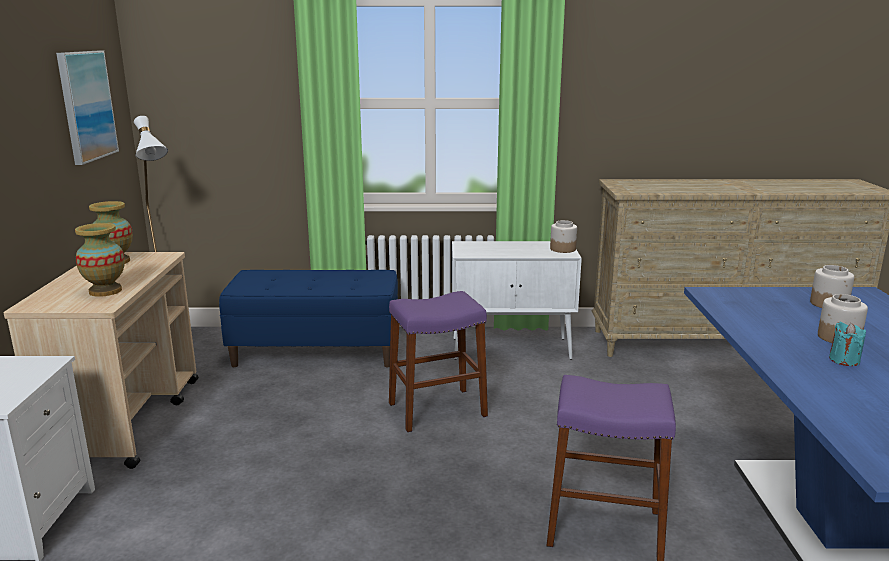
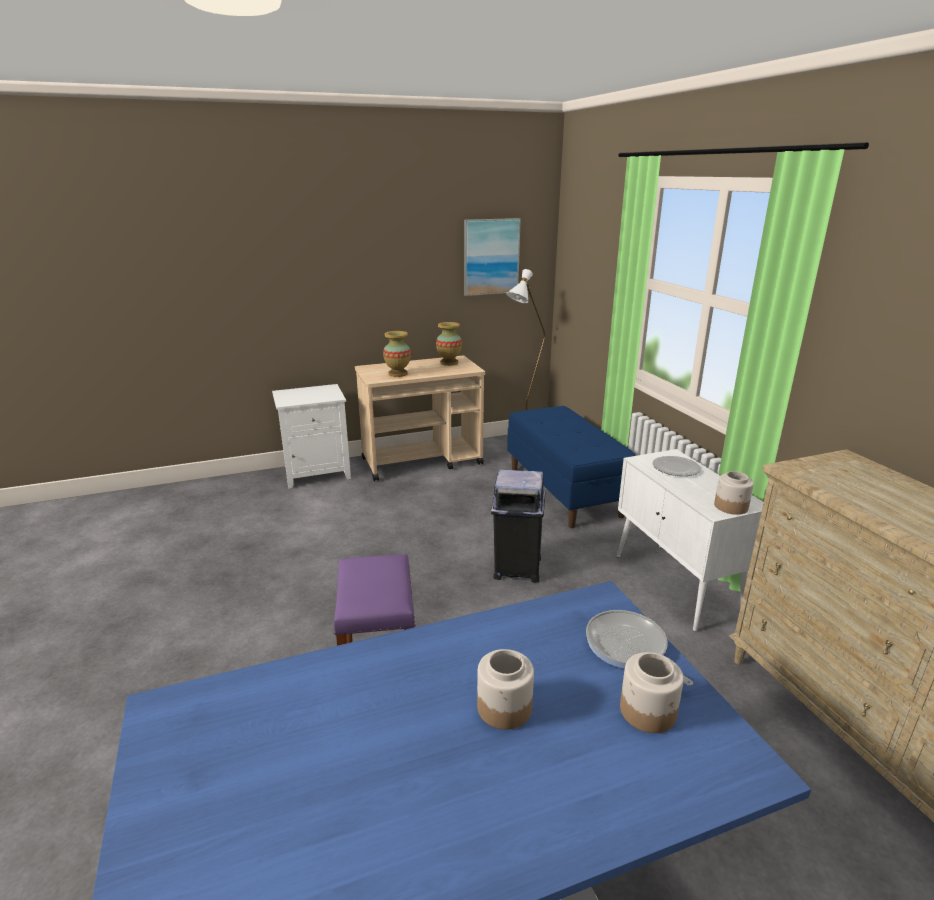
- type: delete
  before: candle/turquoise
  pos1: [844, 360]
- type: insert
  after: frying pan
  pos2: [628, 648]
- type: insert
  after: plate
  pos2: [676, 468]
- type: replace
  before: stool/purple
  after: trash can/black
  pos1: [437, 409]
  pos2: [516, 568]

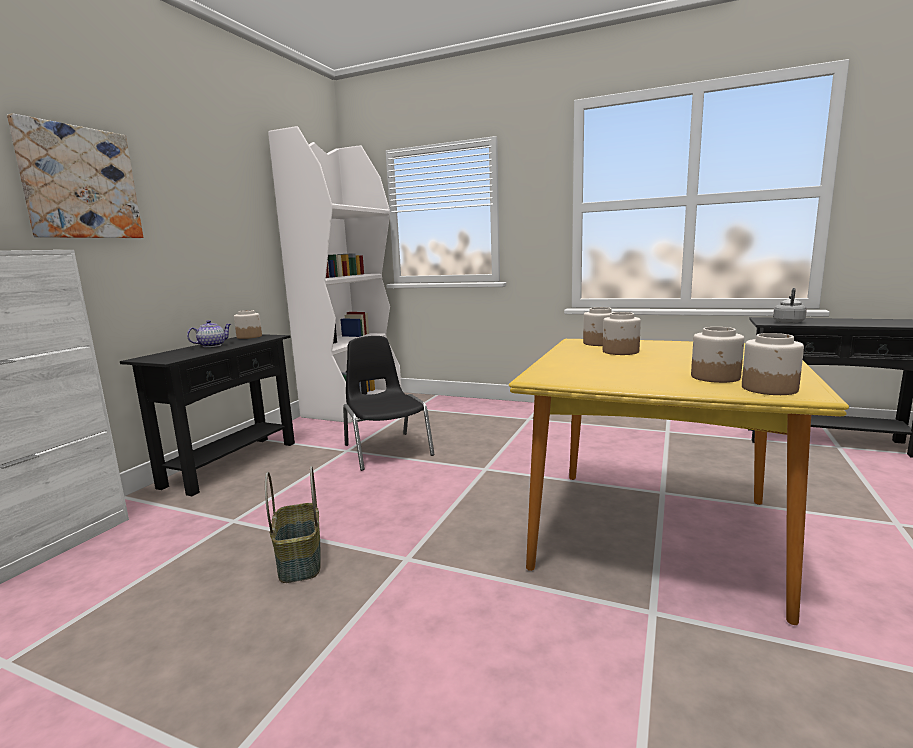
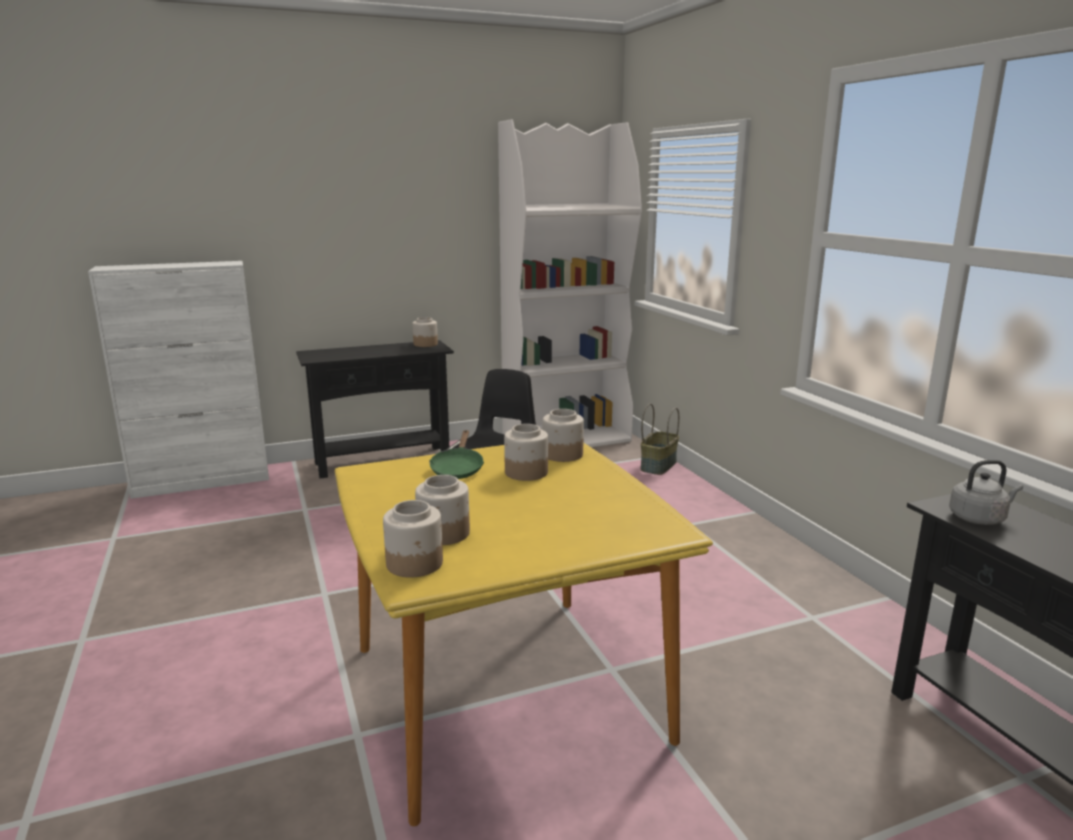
- type: delete
  before: picture
  pos1: [79, 183]
- type: delete
  before: teapot
  pos1: [211, 345]
- type: insert
  after: frying pan/green
  pos2: [457, 469]
- type: move
  before: basket
  pos1: [298, 560]
  pos2: [658, 465]

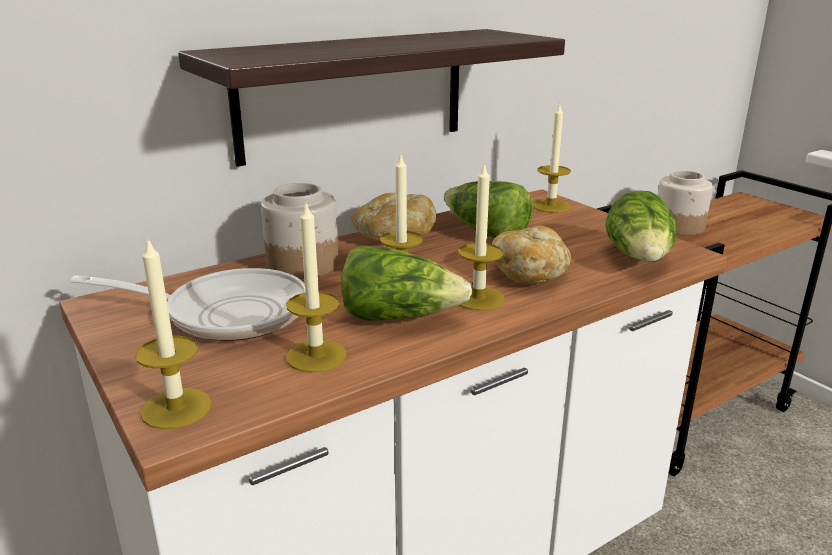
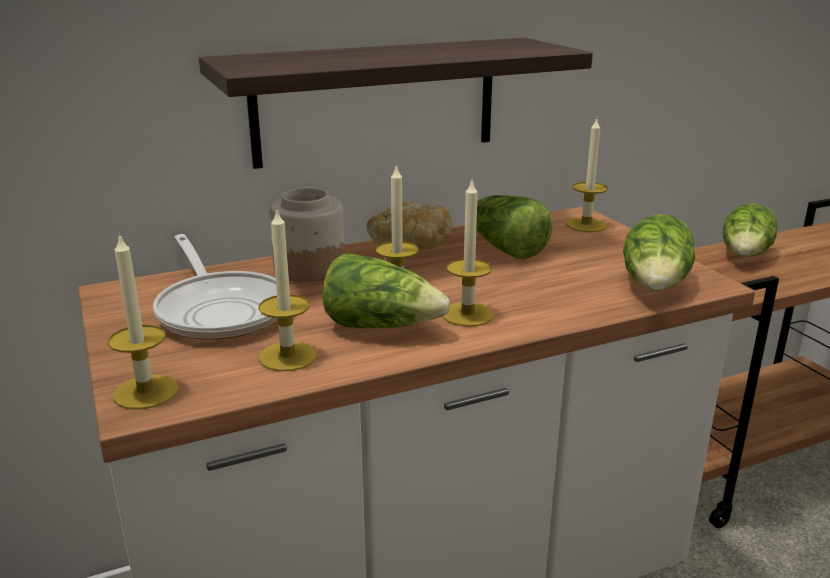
- type: delete
  before: bread
  pos1: [529, 274]
- type: replace
  before: jar
  after: lettuce
  pos1: [679, 227]
  pos2: [745, 256]
- type: rotate
  before: frying pan
  pos1: [226, 313]
  pos2: [221, 310]
  turn: 45

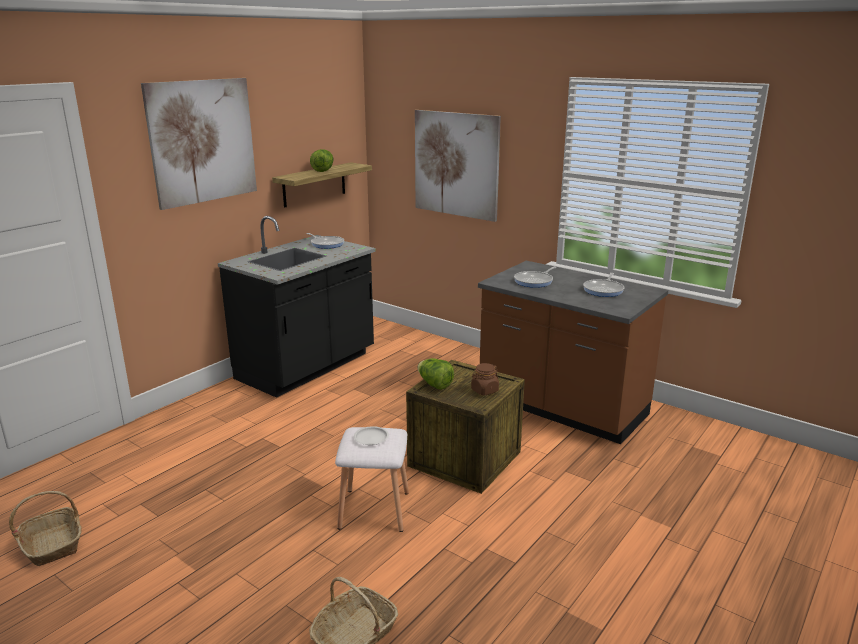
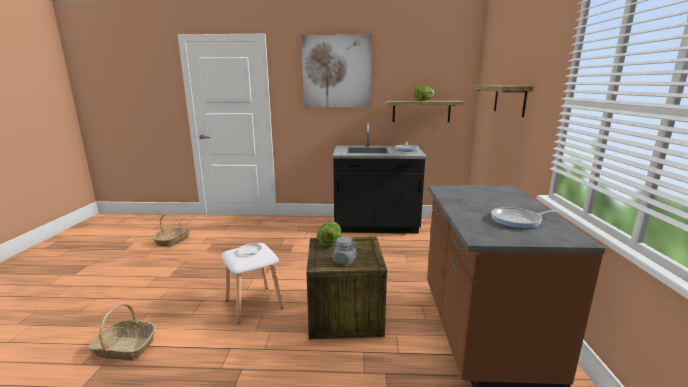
- type: delete
  before: frying pan
  pos1: [535, 281]
- type: replace
  before: picture
  after: shelf
  pos1: [456, 164]
  pos2: [509, 99]
- type: recolor
  before: jar/brown
  after: jar/grey
  pos1: [484, 390]
  pos2: [344, 260]

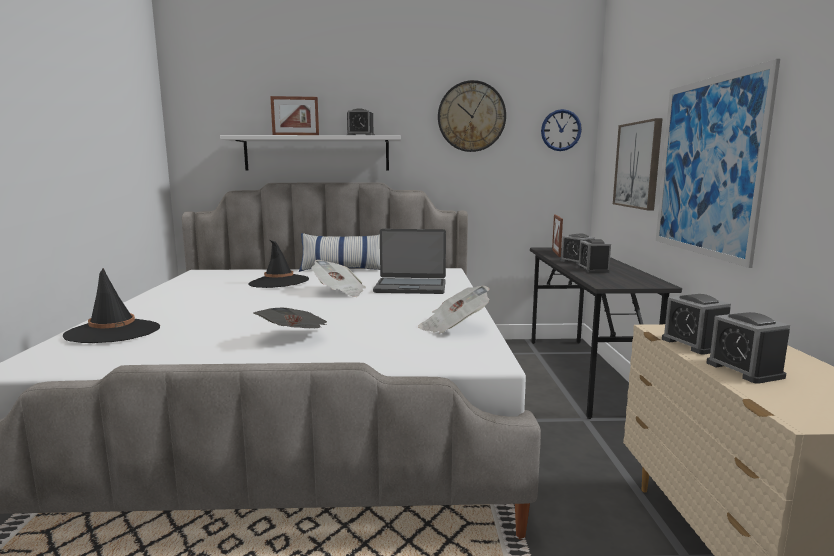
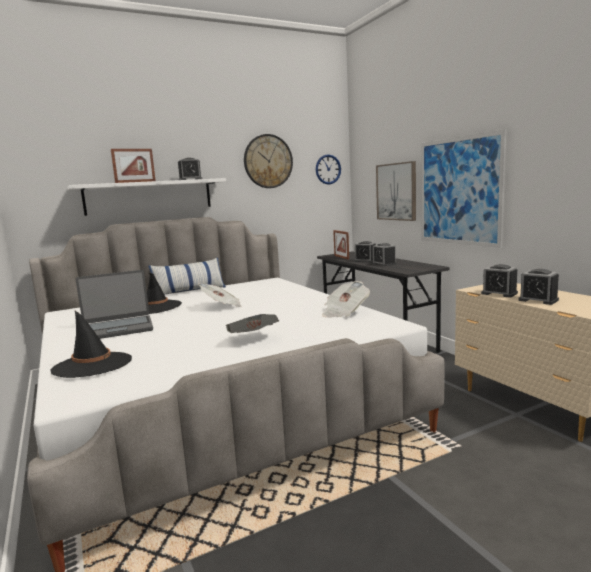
- type: move
  before: laptop
  pos1: [410, 287]
  pos2: [117, 329]

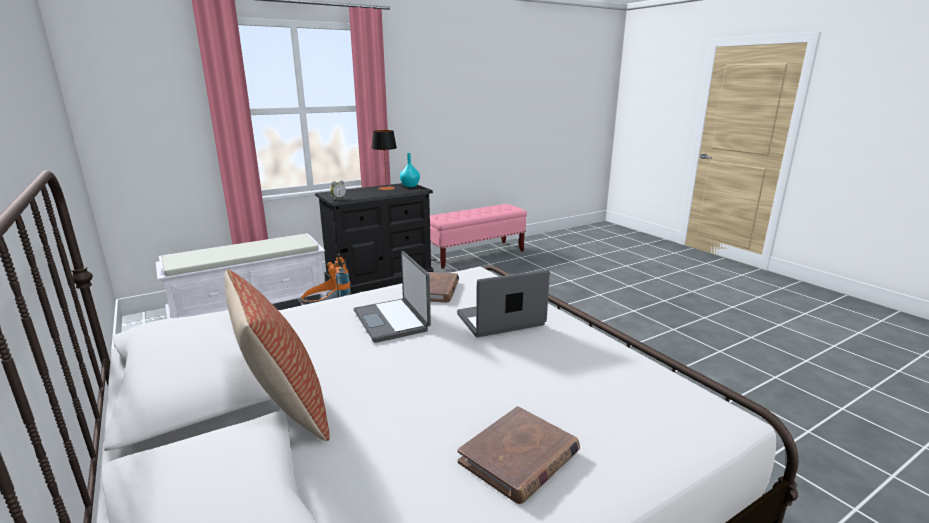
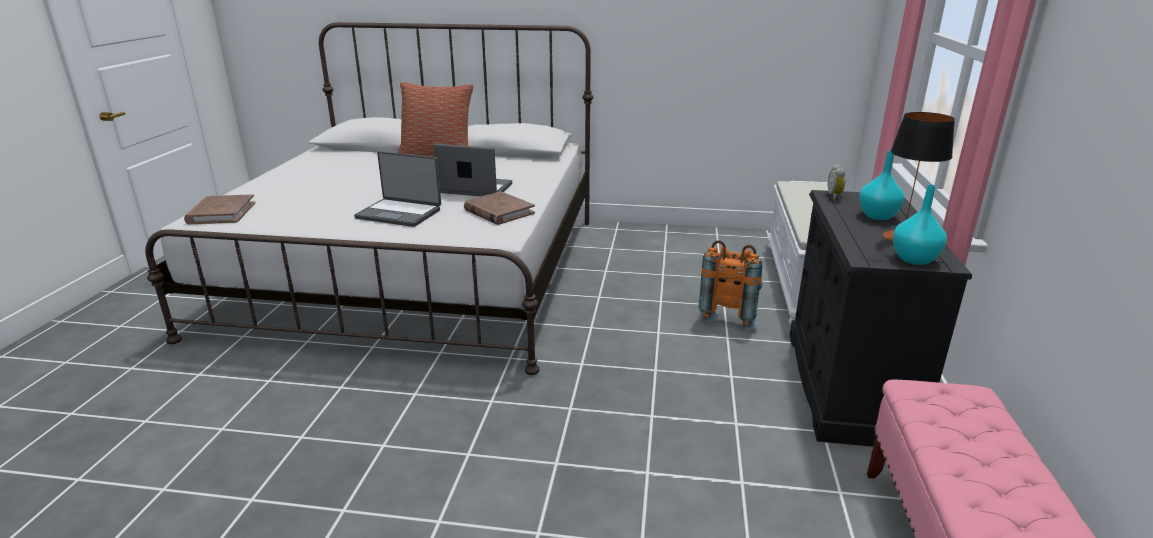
- type: insert
  after: vase/turquoise
  pos2: [878, 216]
- type: move
  before: book/brown
  pos1: [519, 457]
  pos2: [221, 213]
- type: rotate
  before: laptop
  pos1: [501, 321]
  pos2: [400, 213]
  turn: 90

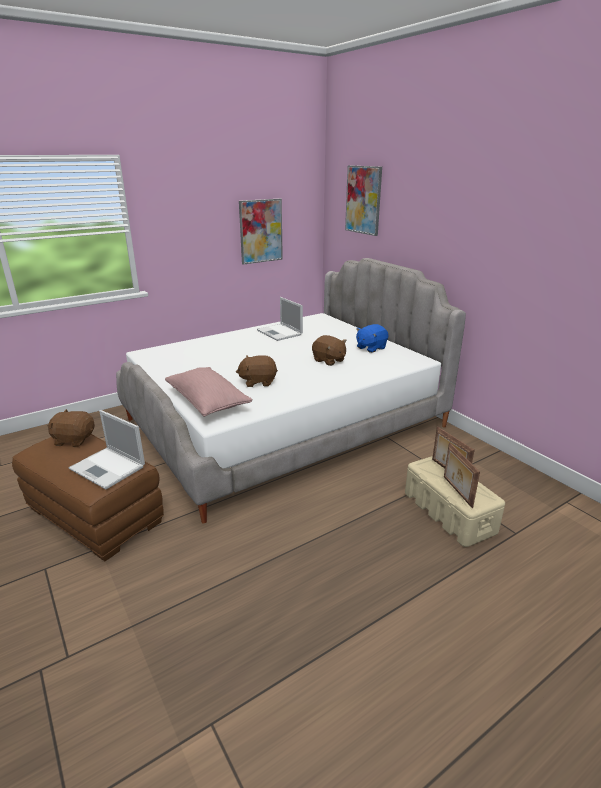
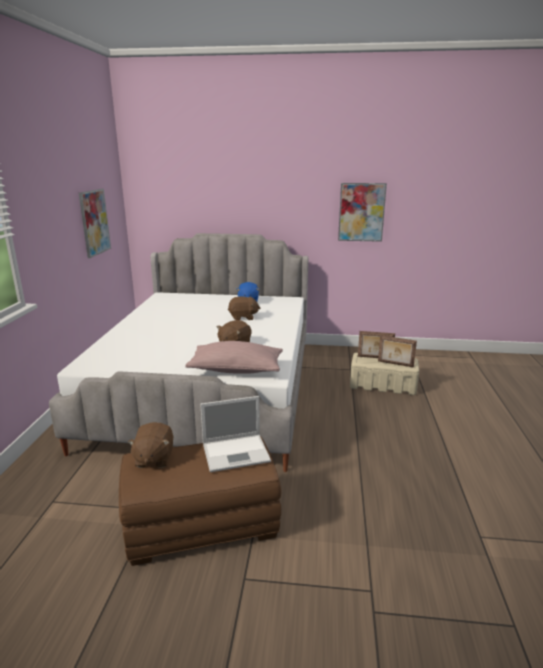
- type: delete
  before: laptop
  pos1: [280, 333]
- type: move
  before: picture
  pos1: [363, 200]
  pos2: [361, 212]
- type: rotate
  before: plush toy/brown
  pos1: [74, 440]
  pos2: [153, 458]
  turn: -45

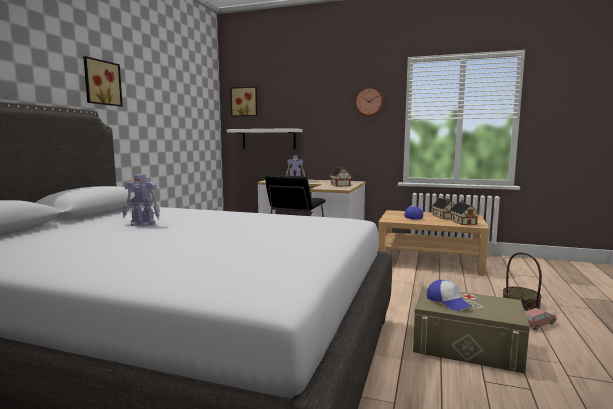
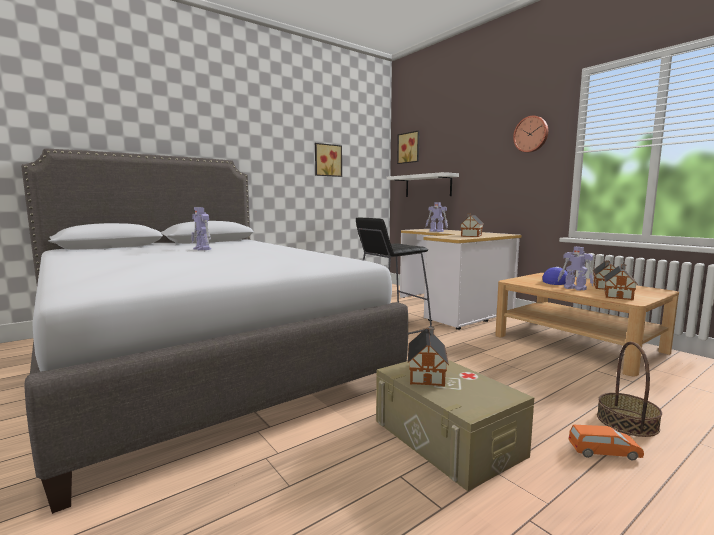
- type: insert
  after: toy robot
  pos2: [575, 288]
- type: move
  before: picture
  pos1: [101, 82]
  pos2: [327, 160]
- type: replace
  before: cap
  after: toy house
  pos1: [448, 302]
  pos2: [427, 373]
- type: recolor
  before: toy car/pink
  after: toy car/orange
  pos1: [537, 324]
  pos2: [603, 452]

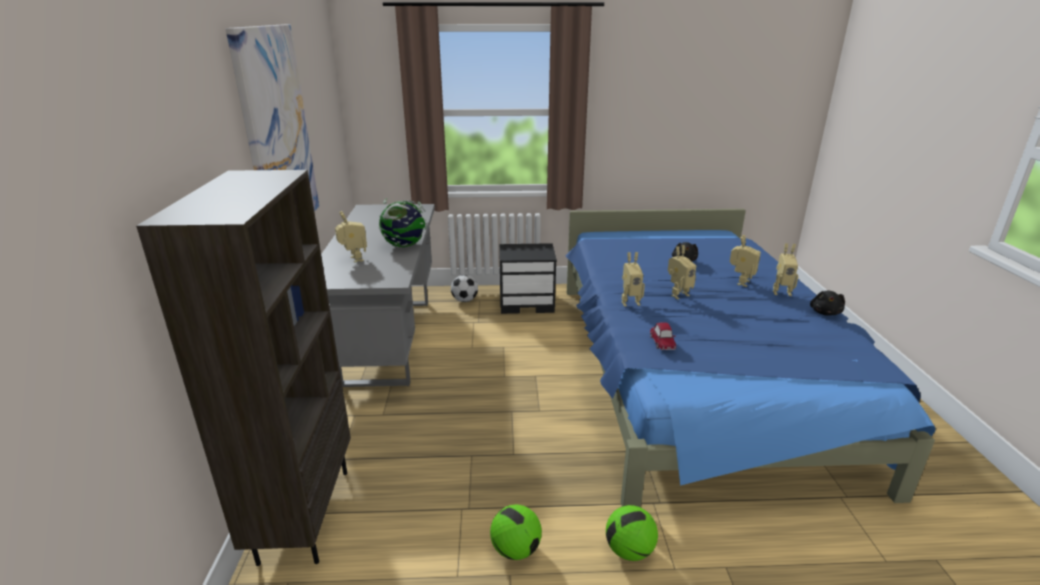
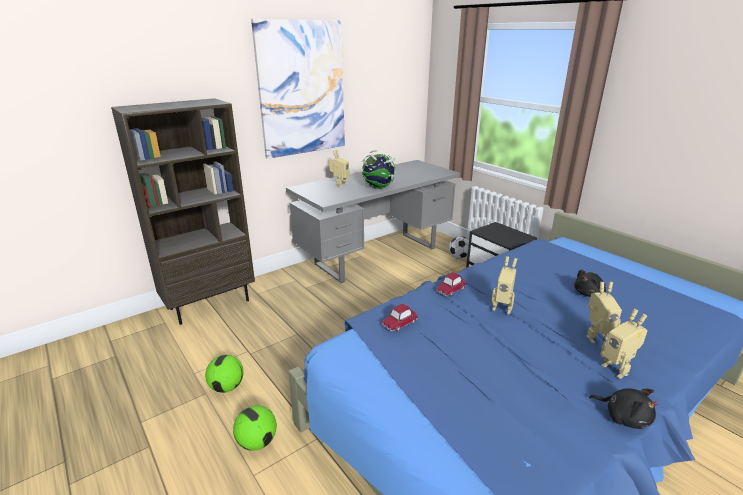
- type: replace
  before: toy robot
  after: toy car
  pos1: [629, 302]
  pos2: [450, 289]
- type: rotate
  before: plush toy/black
  pos1: [825, 312]
  pos2: [623, 417]
  turn: -120

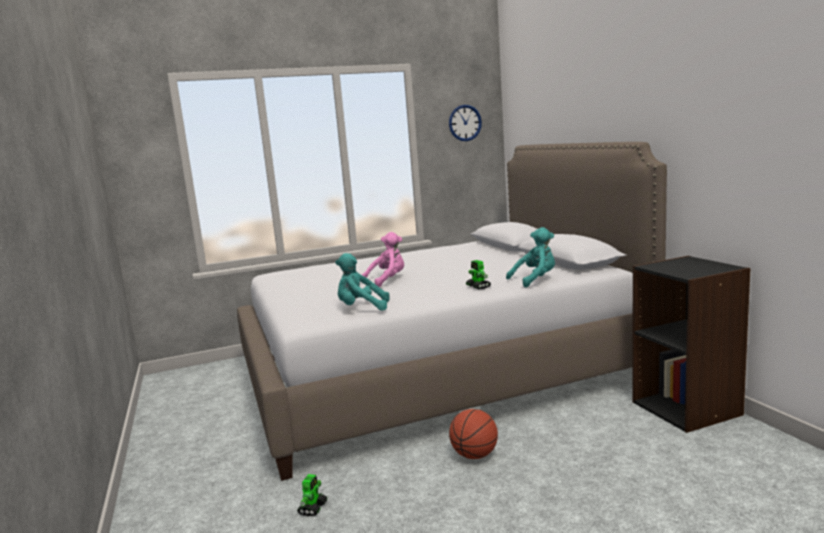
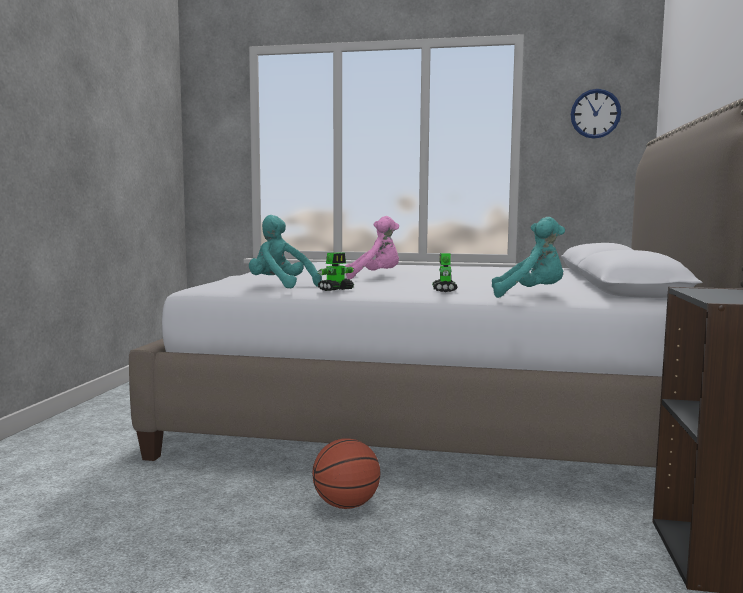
- type: move
  before: toy robot
  pos1: [313, 508]
  pos2: [336, 289]

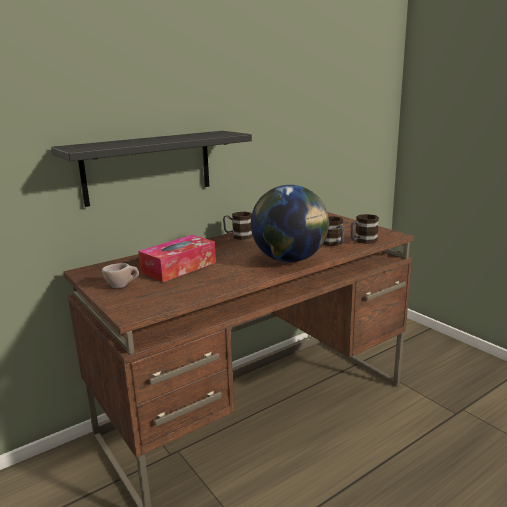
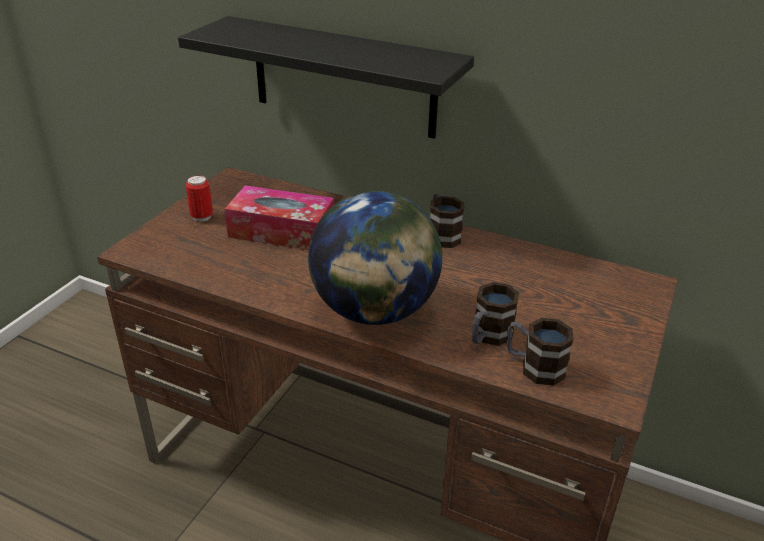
- type: replace
  before: cup/beige
  after: can
  pos1: [122, 286]
  pos2: [202, 217]

